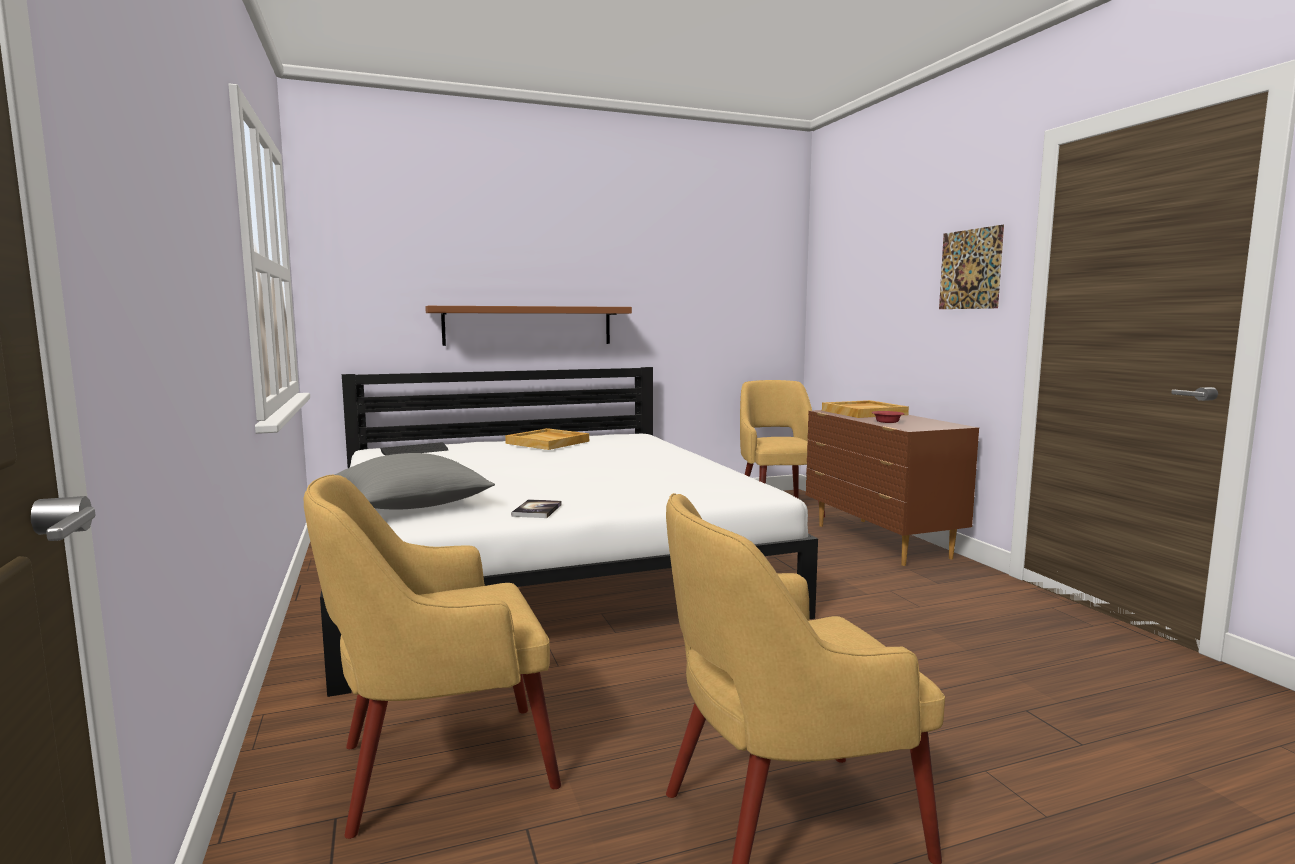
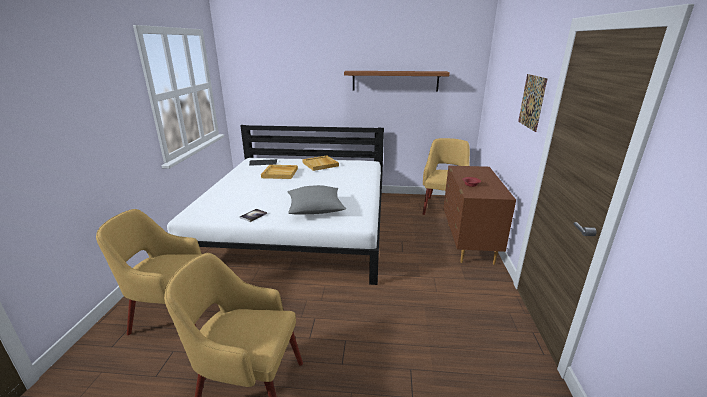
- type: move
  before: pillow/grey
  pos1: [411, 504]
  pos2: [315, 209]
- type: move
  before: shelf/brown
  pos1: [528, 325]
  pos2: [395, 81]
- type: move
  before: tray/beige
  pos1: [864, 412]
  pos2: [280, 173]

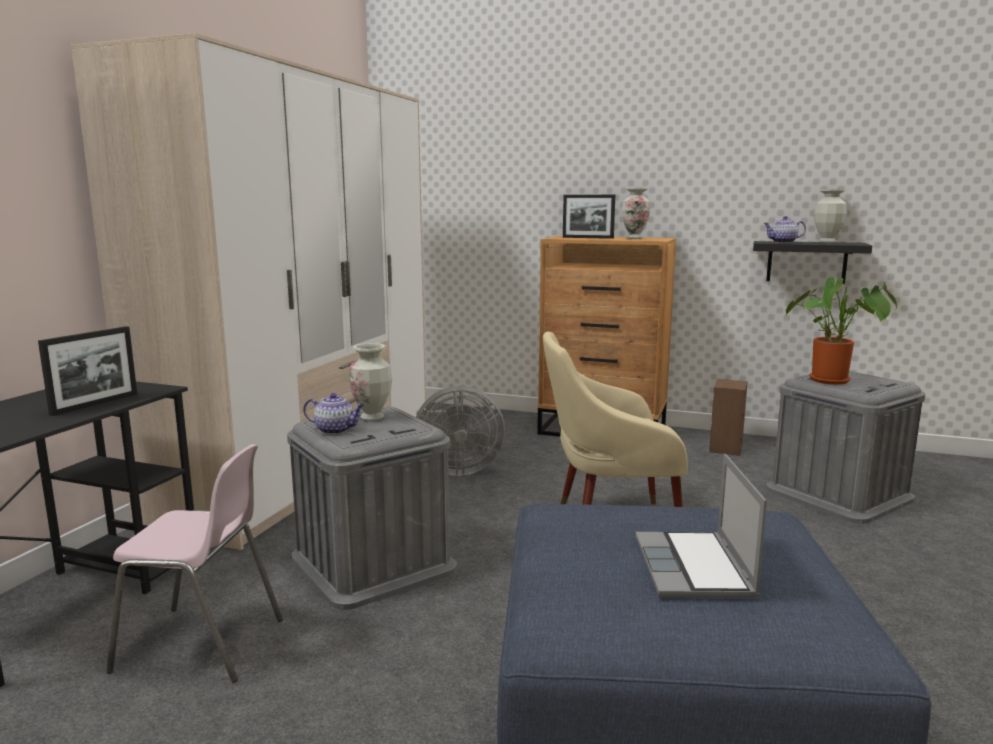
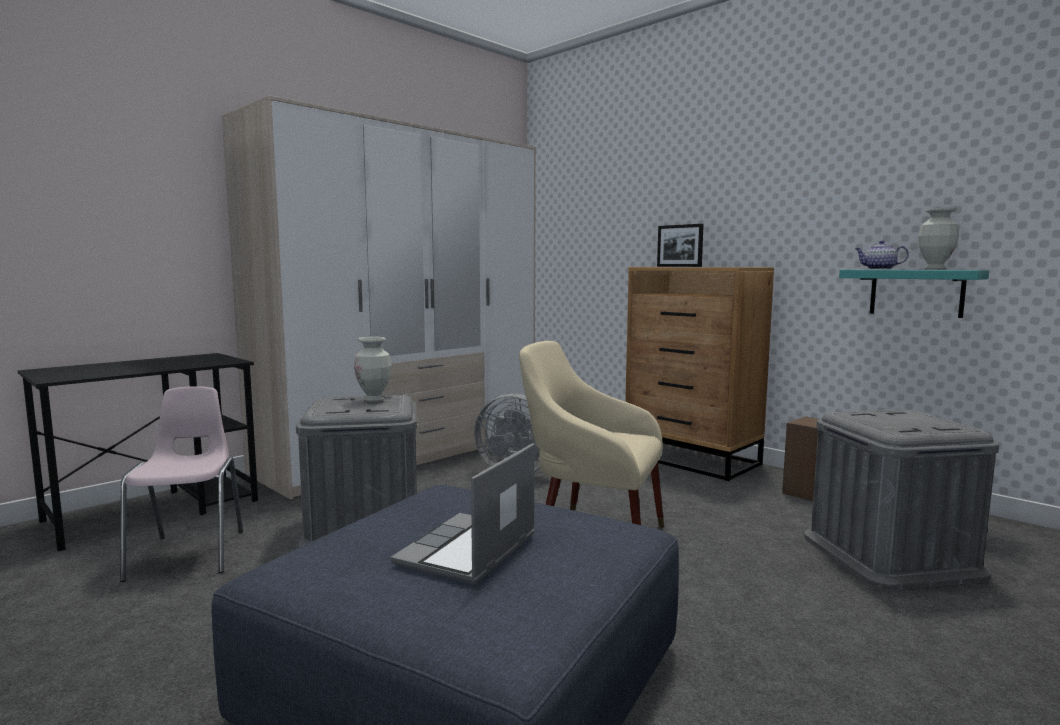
- type: delete
  before: picture frame
  pos1: [95, 404]
- type: delete
  before: teapot
  pos1: [336, 430]
- type: delete
  before: vase
  pos1: [634, 238]
- type: delete
  before: potted plant
  pos1: [834, 381]
- type: recolor
  before: shelf/black
  after: shelf/turquoise
  pos1: [806, 262]
  pos2: [916, 292]
- type: rotate
  before: chair/pink
  pos1: [202, 645]
  pos2: [190, 554]
  turn: -135

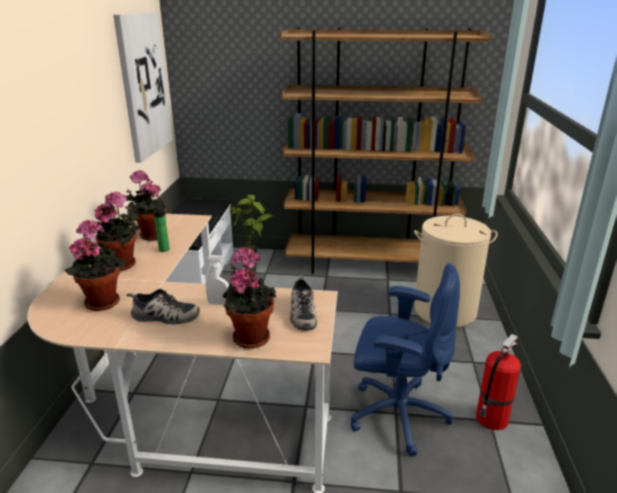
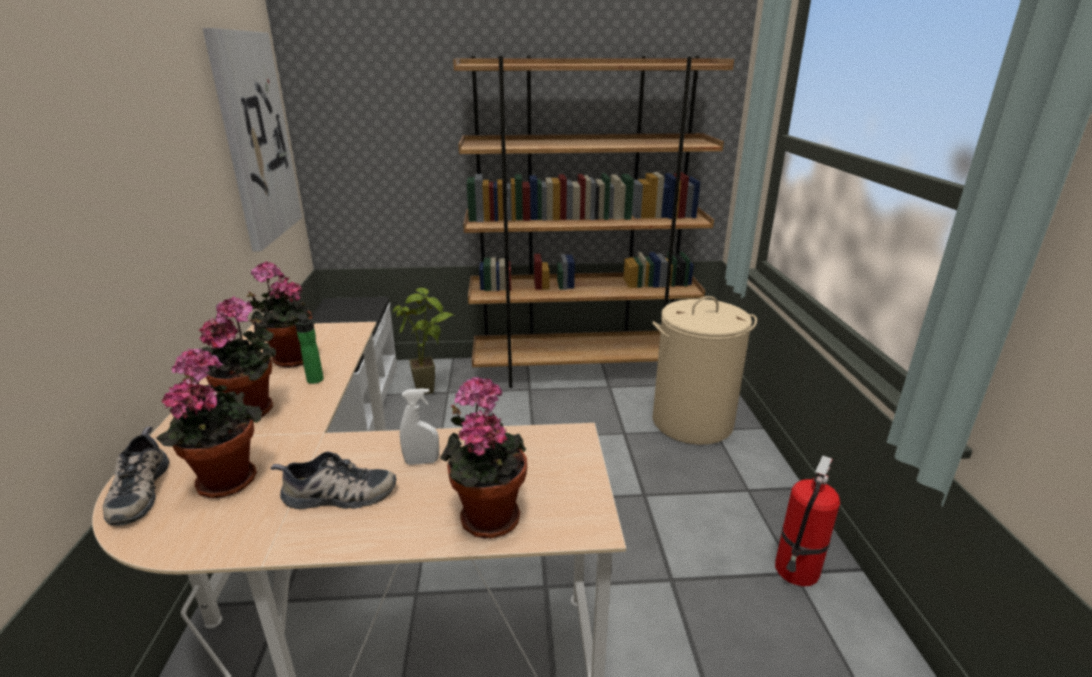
- type: delete
  before: office chair/blue
  pos1: [396, 414]
- type: move
  before: shoe
  pos1: [301, 313]
  pos2: [137, 491]

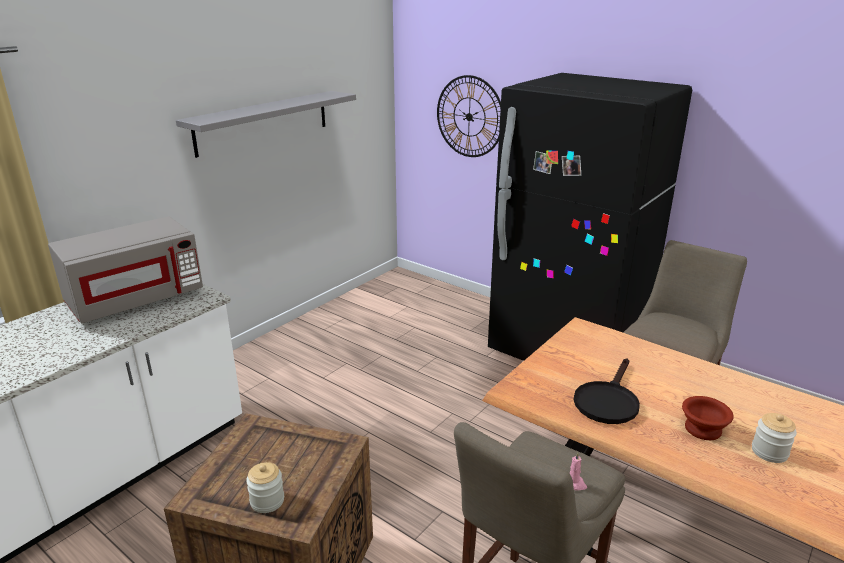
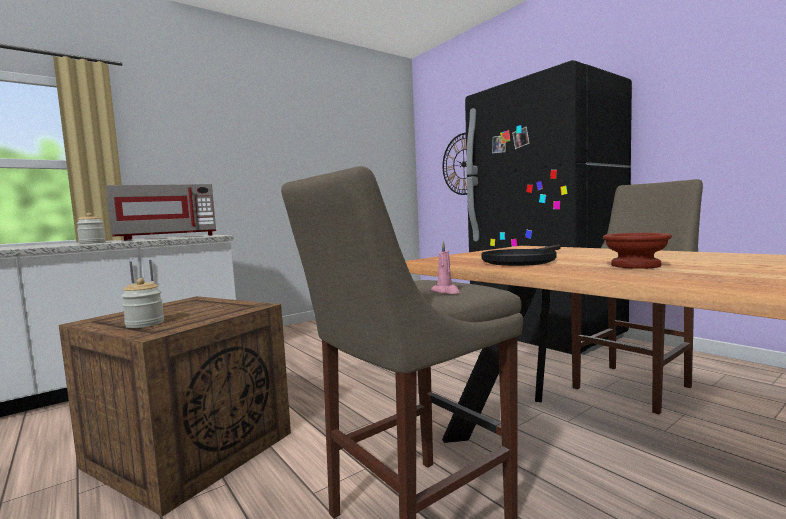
- type: delete
  before: shelf/grey
  pos1: [263, 122]
- type: move
  before: jar
  pos1: [769, 452]
  pos2: [92, 243]

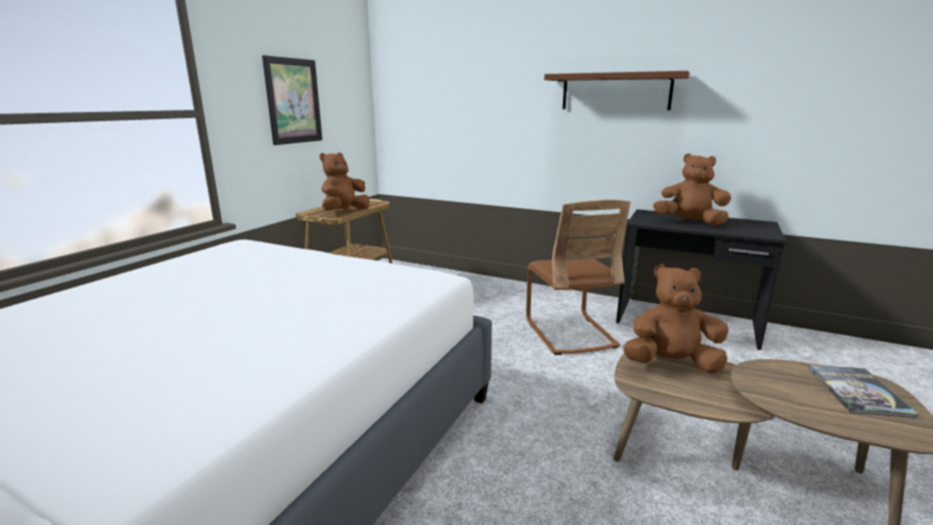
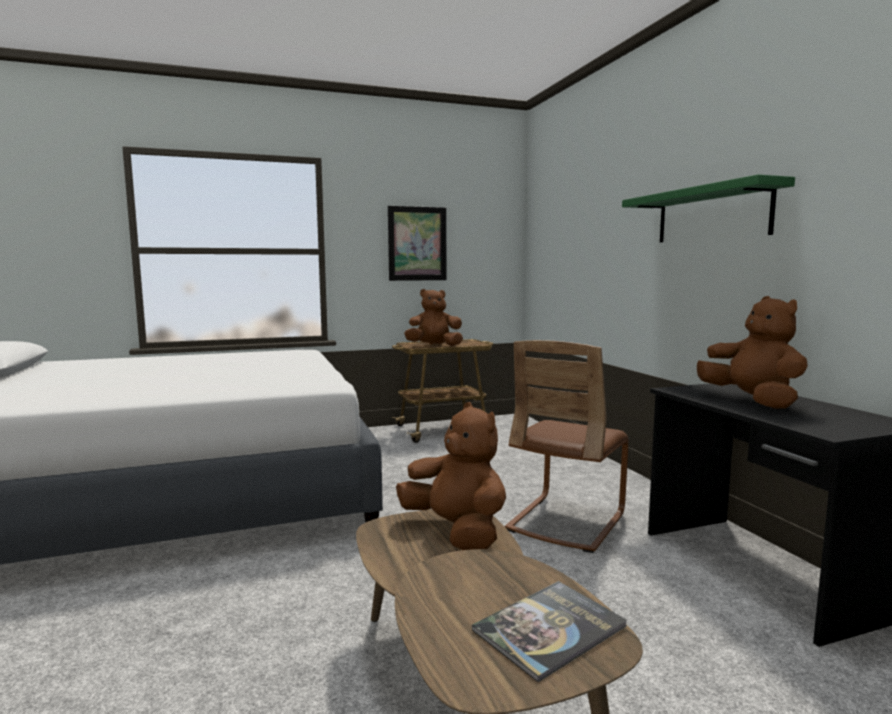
- type: recolor
  before: shelf/brown
  after: shelf/green
  pos1: [615, 91]
  pos2: [711, 215]

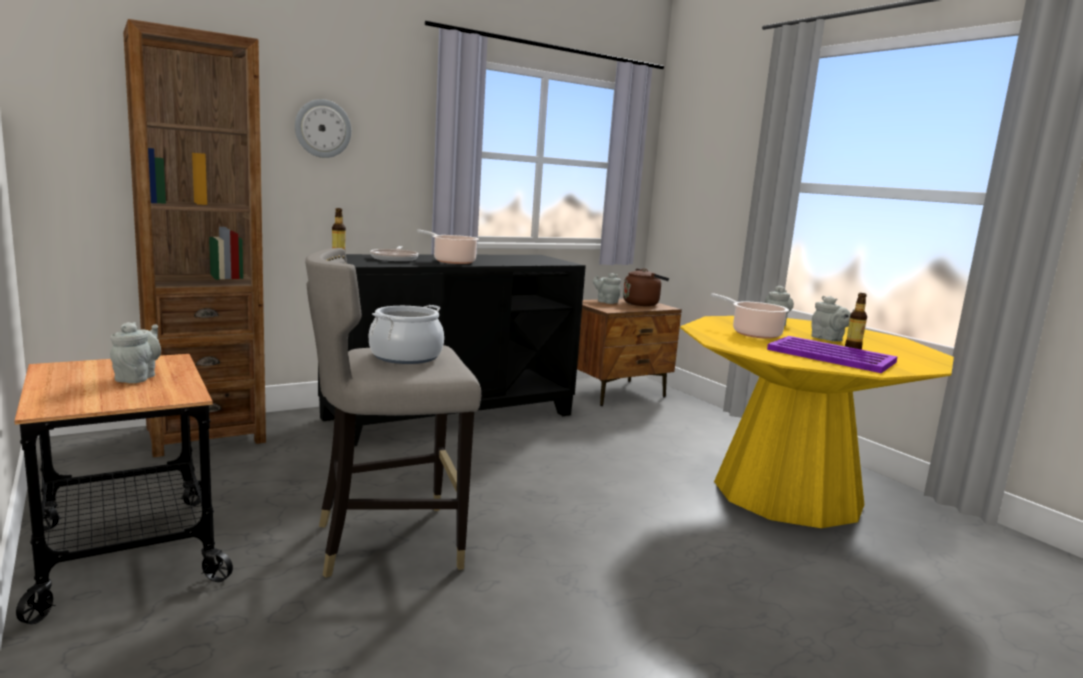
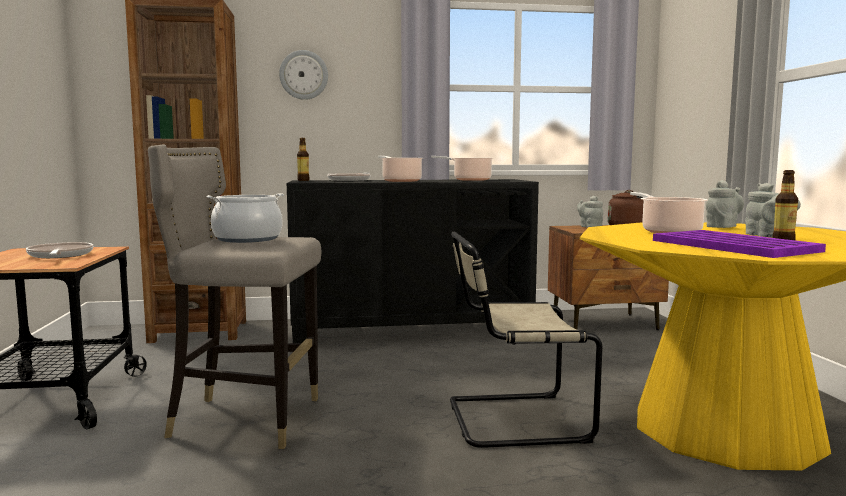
- type: insert
  after: cooking pot
  pos2: [469, 180]
- type: insert
  after: chair/beige
  pos2: [511, 420]
- type: replace
  before: teapot/grey
  after: frying pan
  pos1: [137, 377]
  pos2: [60, 256]

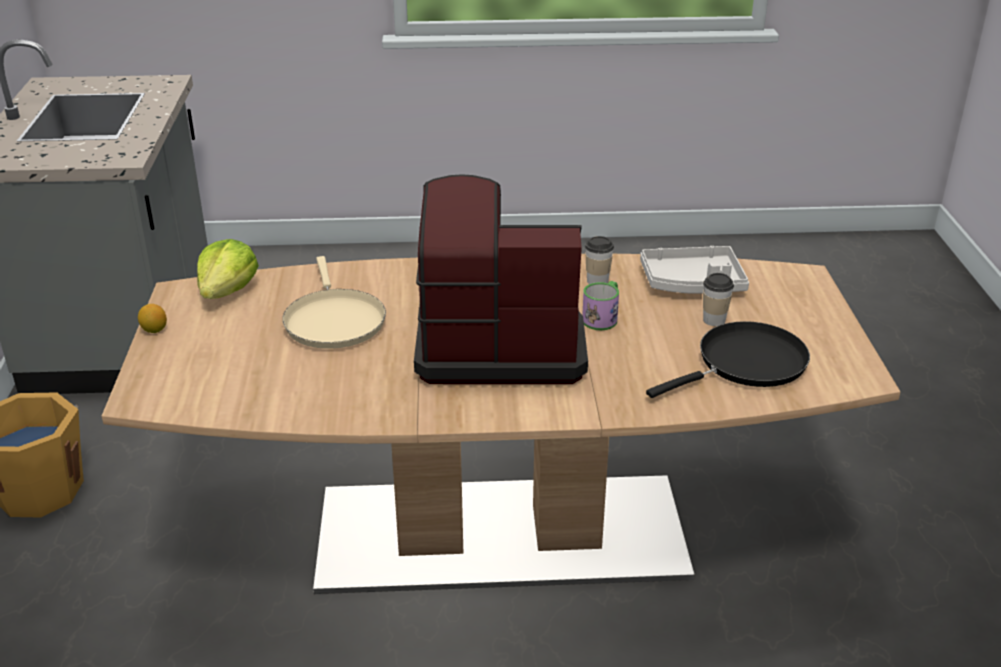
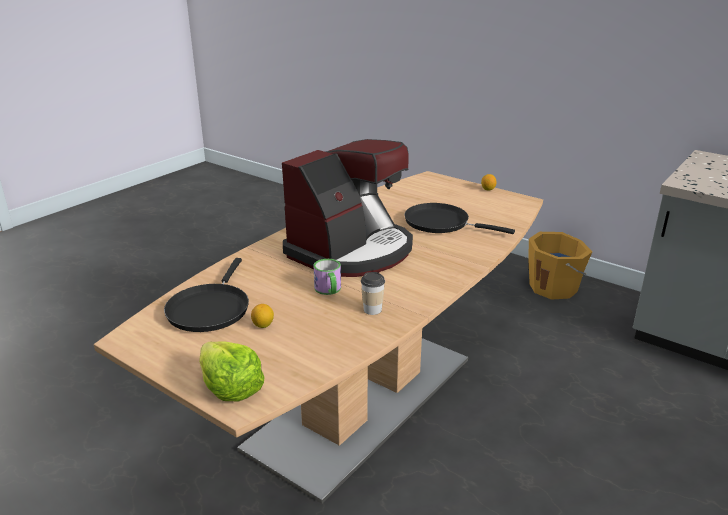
- type: delete
  before: tray/grey
  pos1: [692, 283]
- type: move
  before: lettuce
  pos1: [227, 291]
  pos2: [230, 388]
- type: replace
  before: cup
  after: lemon
  pos1: [714, 320]
  pos2: [263, 325]
- type: recolor
  before: frying pan/beige
  after: frying pan/black
  pos1: [333, 320]
  pos2: [441, 223]

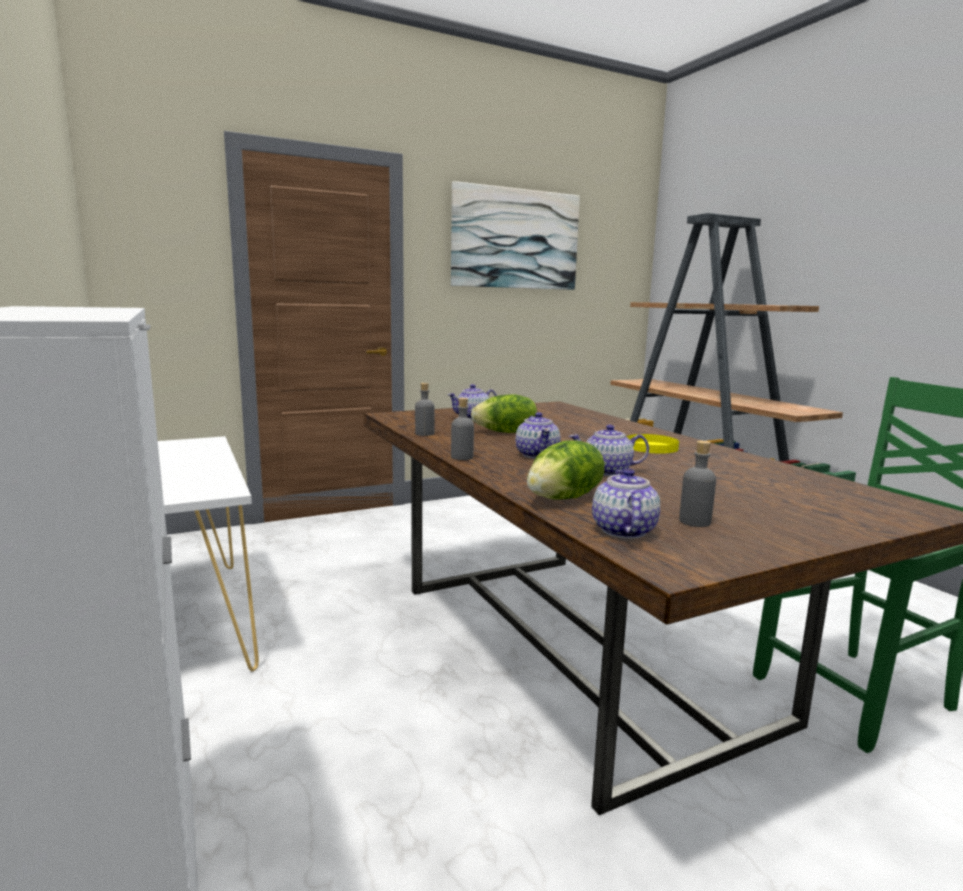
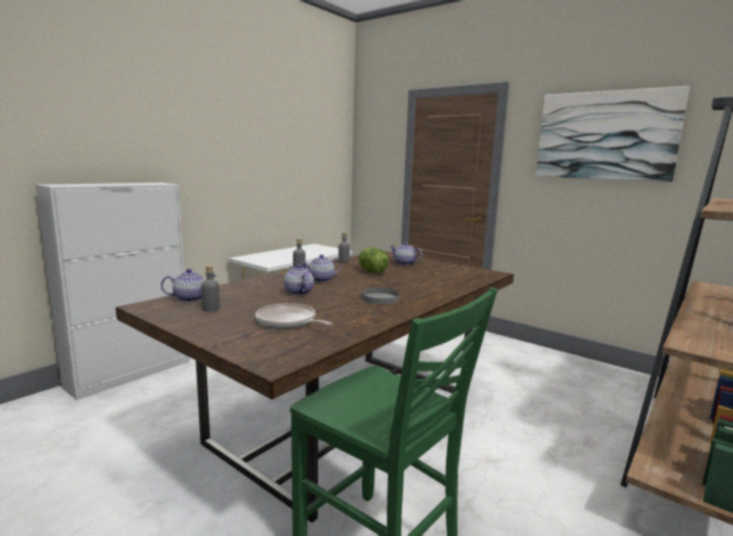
- type: delete
  before: lettuce
  pos1: [565, 498]
- type: insert
  after: frying pan
  pos2: [288, 322]
- type: recolor
  before: plate/yellow
  after: plate/grey
  pos1: [651, 447]
  pos2: [380, 298]

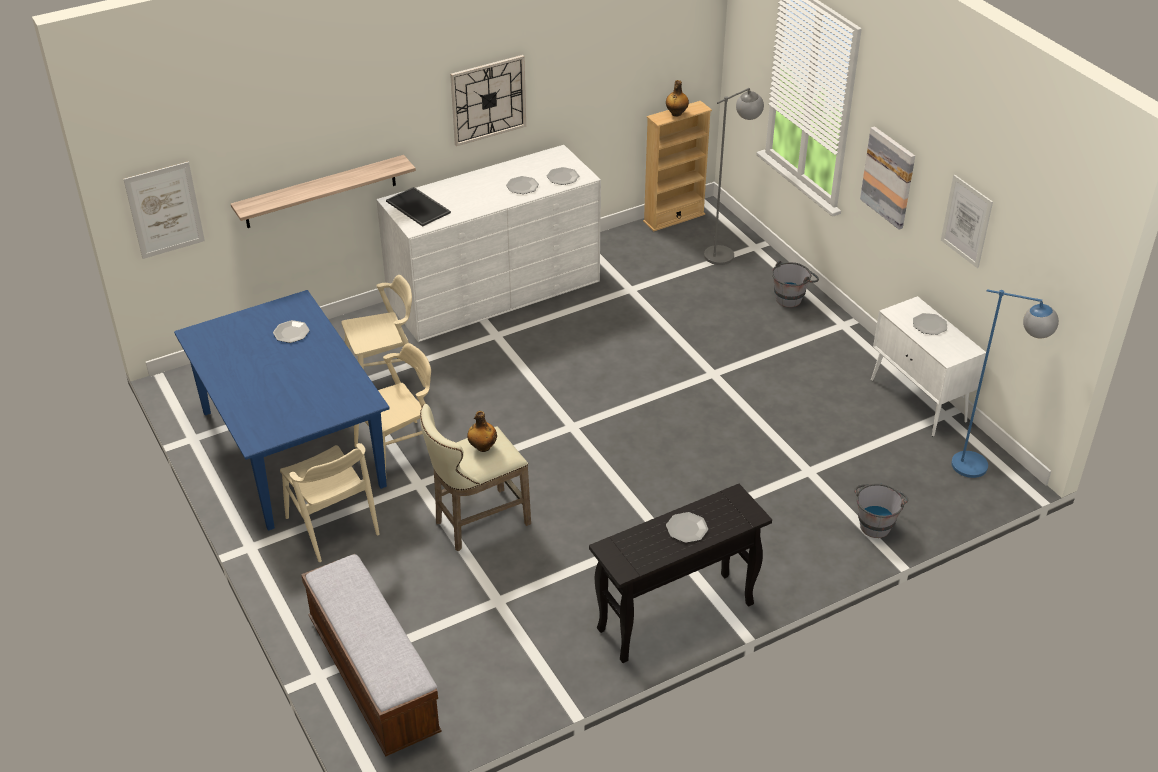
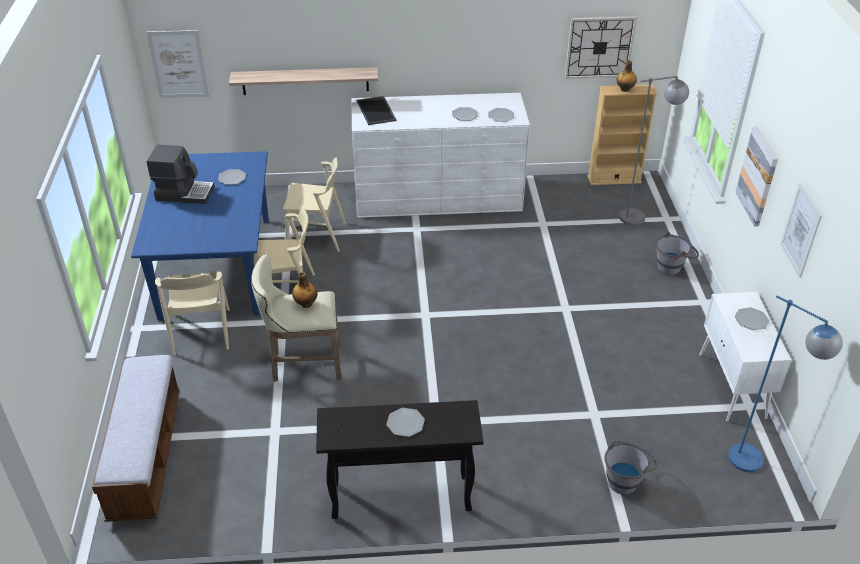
- type: insert
  after: coffee machine
  pos2: [184, 193]
- type: move
  before: wall clock
  pos1: [488, 100]
  pos2: [599, 47]

